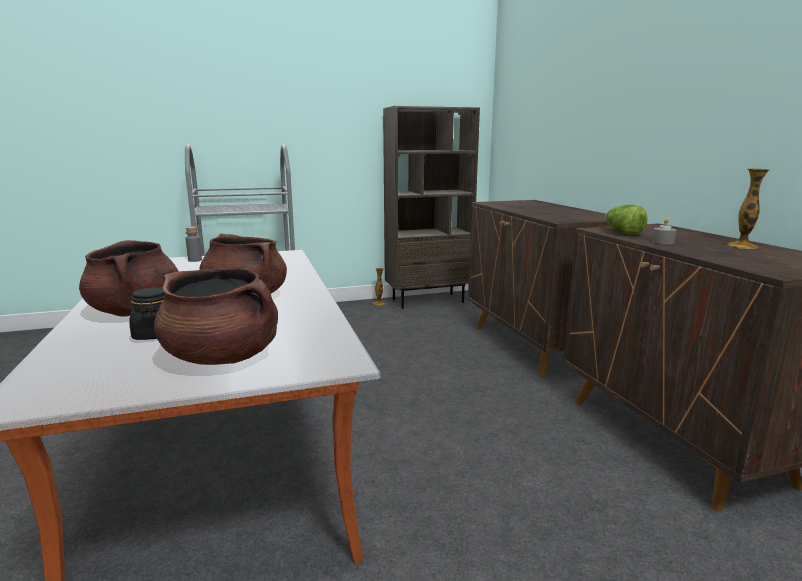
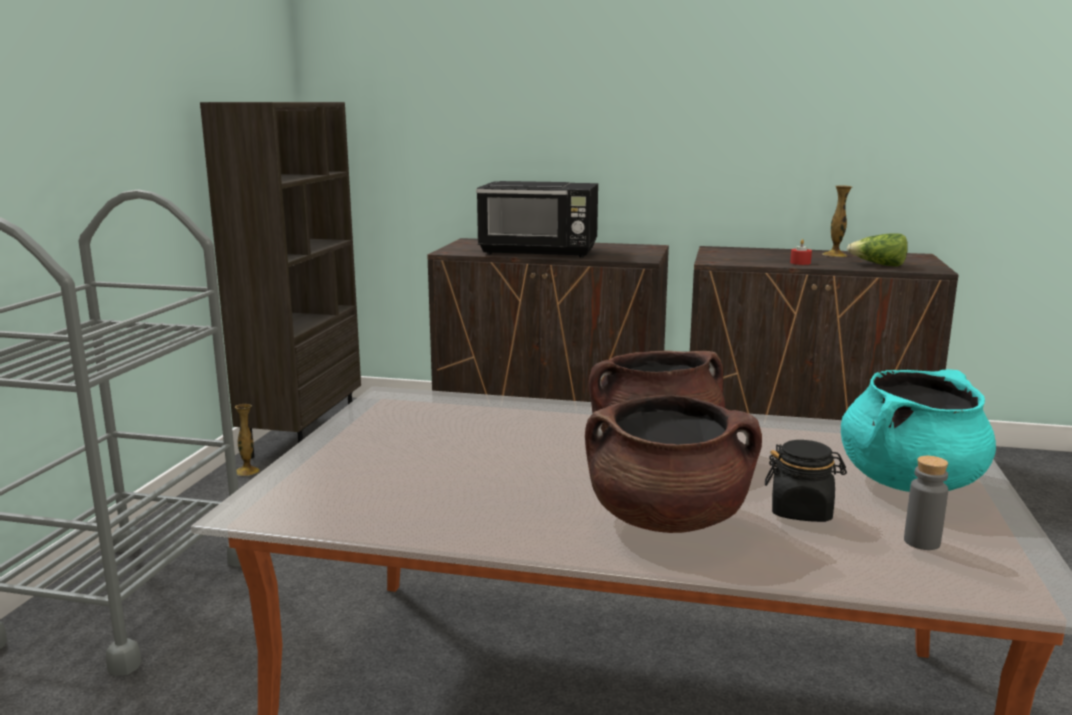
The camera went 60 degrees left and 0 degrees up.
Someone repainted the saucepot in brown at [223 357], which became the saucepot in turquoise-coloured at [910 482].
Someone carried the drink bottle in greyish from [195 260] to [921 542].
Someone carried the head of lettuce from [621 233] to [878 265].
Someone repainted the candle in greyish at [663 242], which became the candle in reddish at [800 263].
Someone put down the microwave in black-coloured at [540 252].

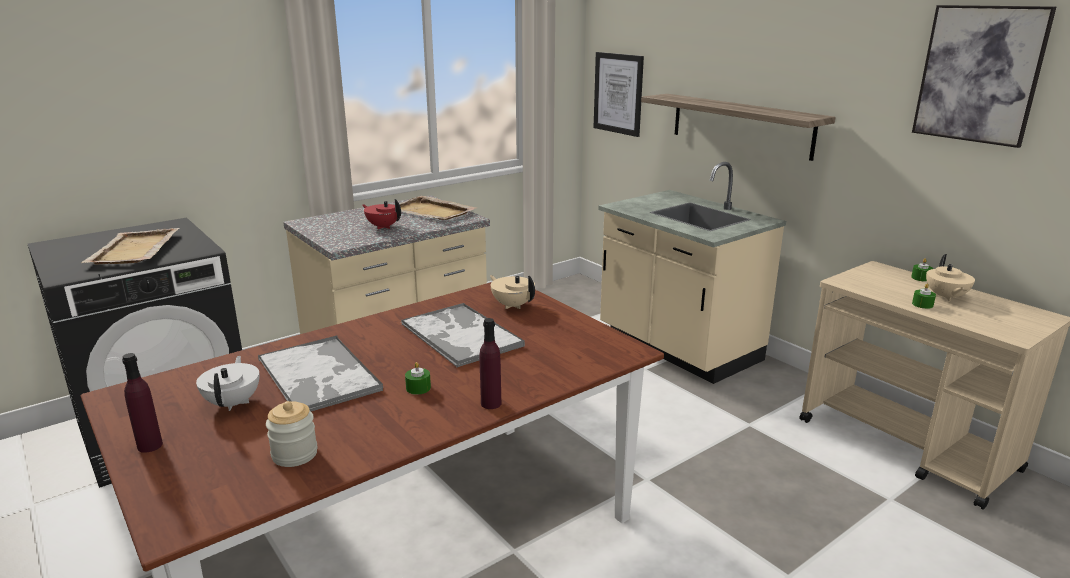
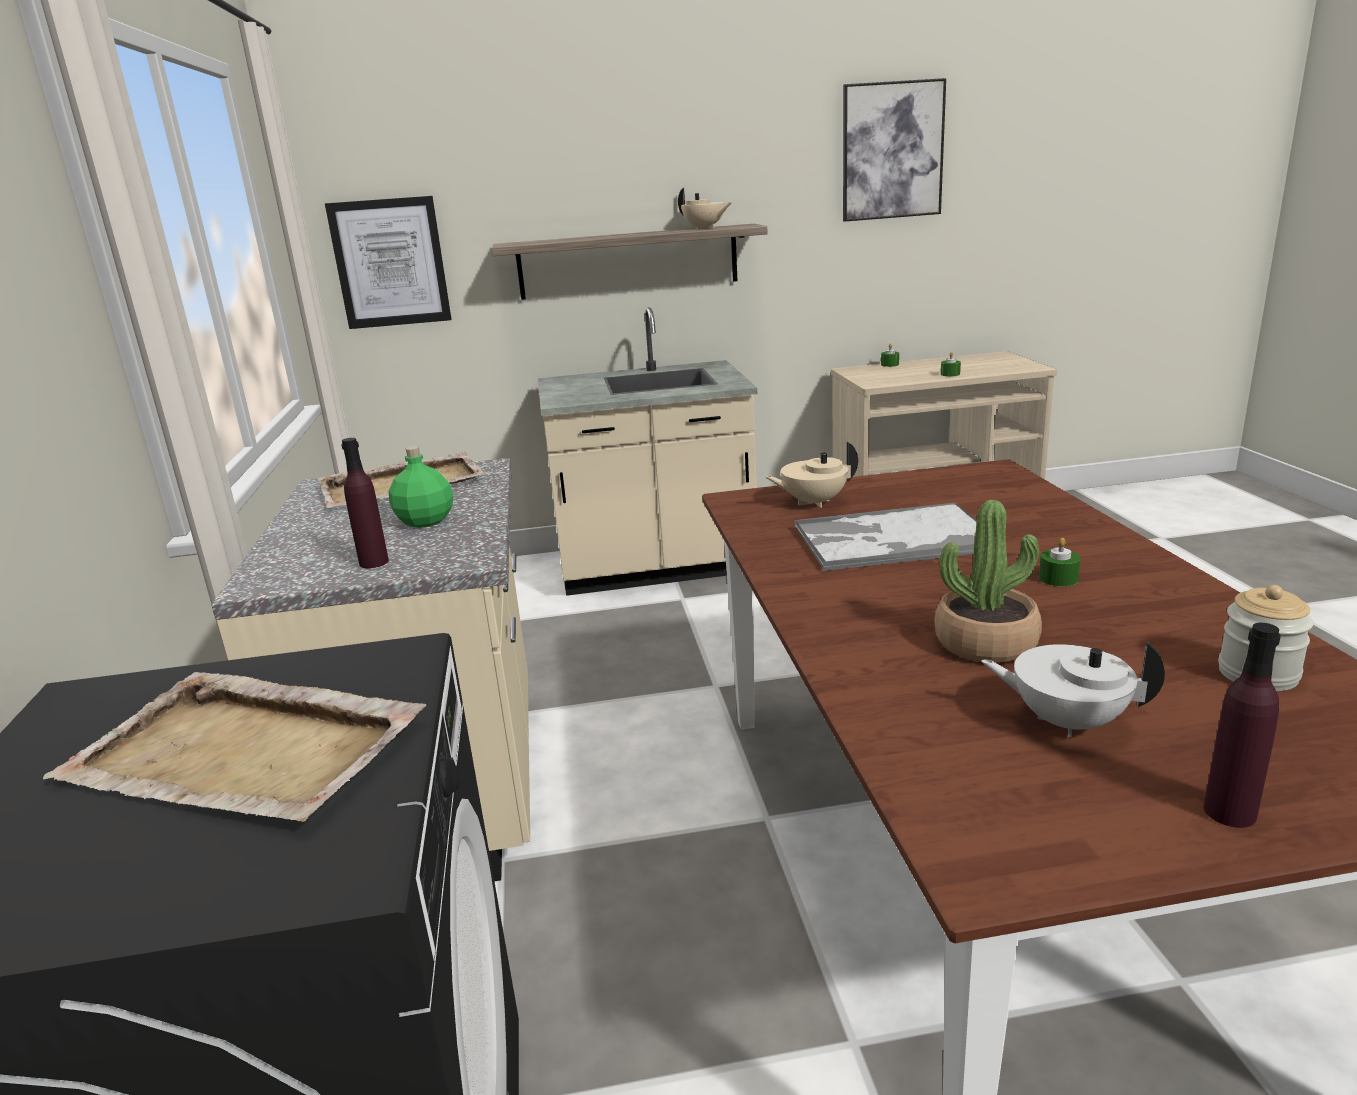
The camera went 60 degrees left and 0 degrees up.
Someone swapped the serving tray at [319 375] for the houseplant at [985 642].
Someone swapped the pot for tea in reddish at [383 227] for the drink bottle in green at [424 521].
Someone carried the drink bottle in purple from [491 403] to [374 562].
Someone carried the pot for tea in sand-coloured from [945 297] to [704 228].

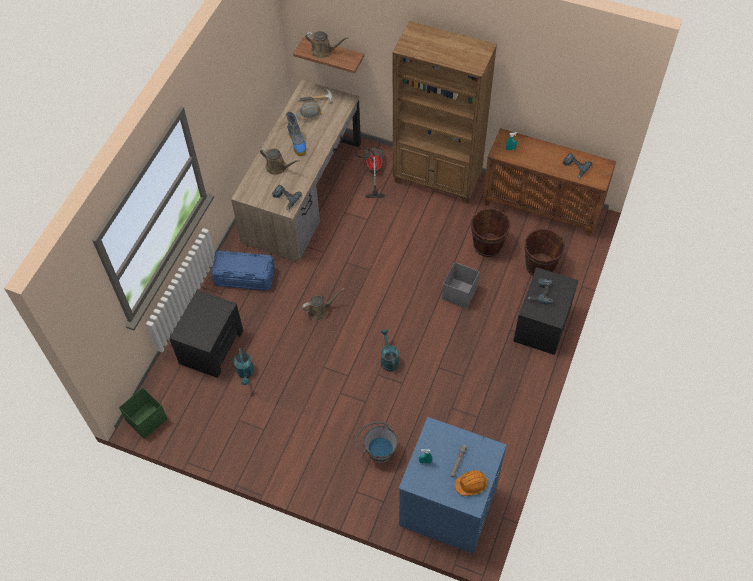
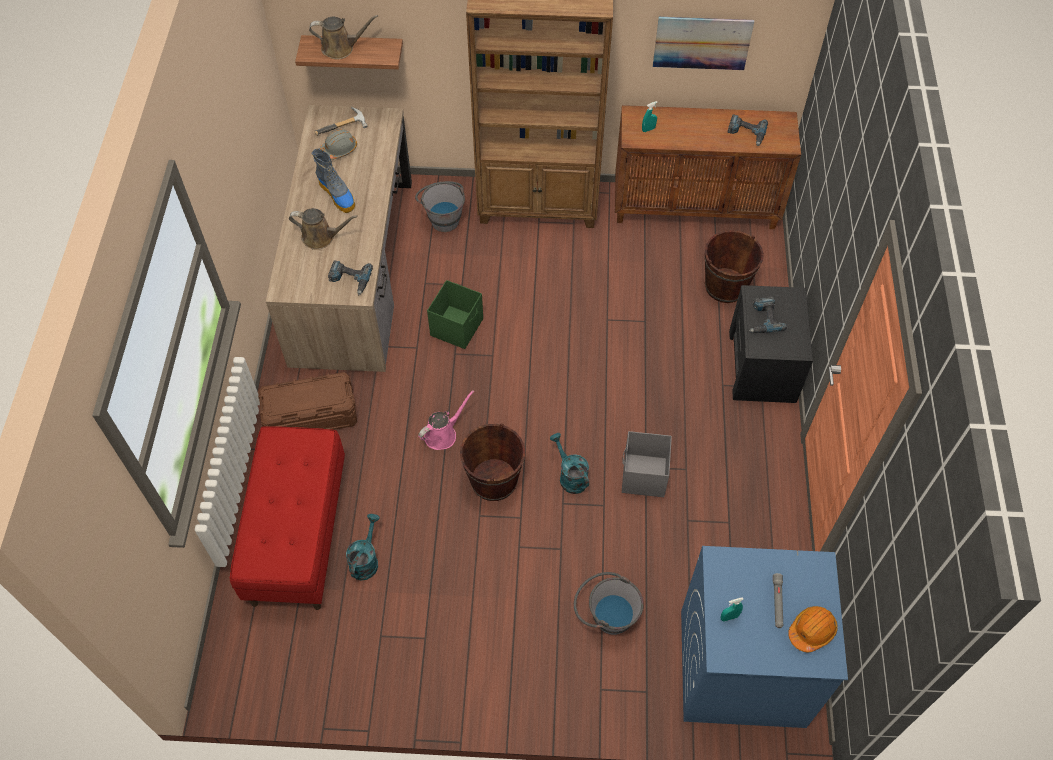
The camera went 20 degrees left and 0 degrees up.
Someone carried the storage container in green from [147 420] to [457 327].
Someone swapped the bedside table in black-coloured at [211 346] for the indoor bench in reddish at [298 534].
Someone repainted the storage container in bluish at [244 277], which became the storage container in brown at [311 416].
Someone rotated the sprinkling can in turquoise-coloured at [245 373] by 135 degrees counterclockwise.
Someone repainted the sprinkling can in brown at [320 311], which became the sprinkling can in pinkish at [443 434].
Someone swapped the vacuum at [372 171] for the water bucket in greyish at [443 217].
Someone carried the storage container in greyish from [459 294] to [643 476].
Someone carried the water bucket in brown from [487 245] to [494 480].
Someone put up the picture at [702 43].

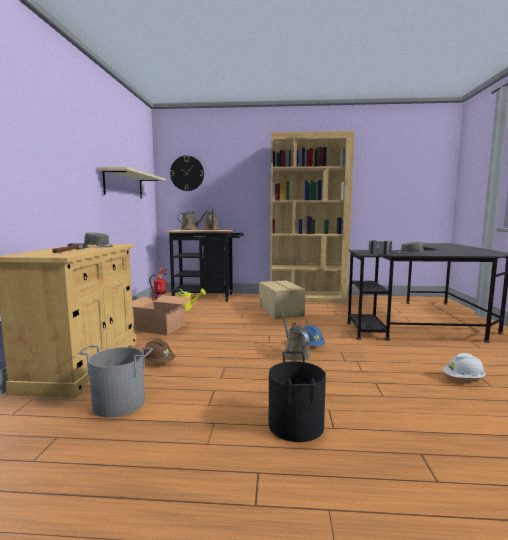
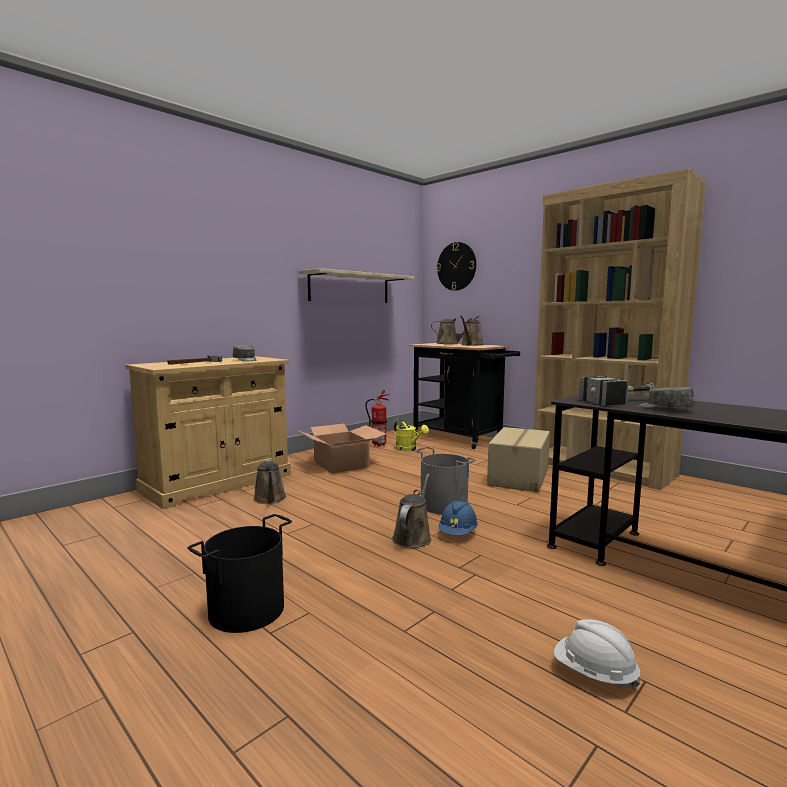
The camera went 40 degrees right and 0 degrees up.
Someone carried the water bucket in greyish from [119 403] to [444 505].
Someone swapped the hard hat in brown at [158 362] for the sprinkling can in brown at [270 499].

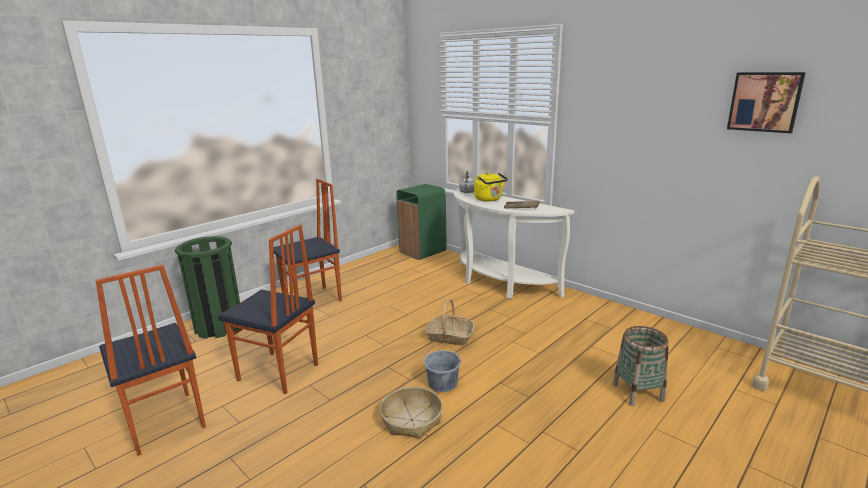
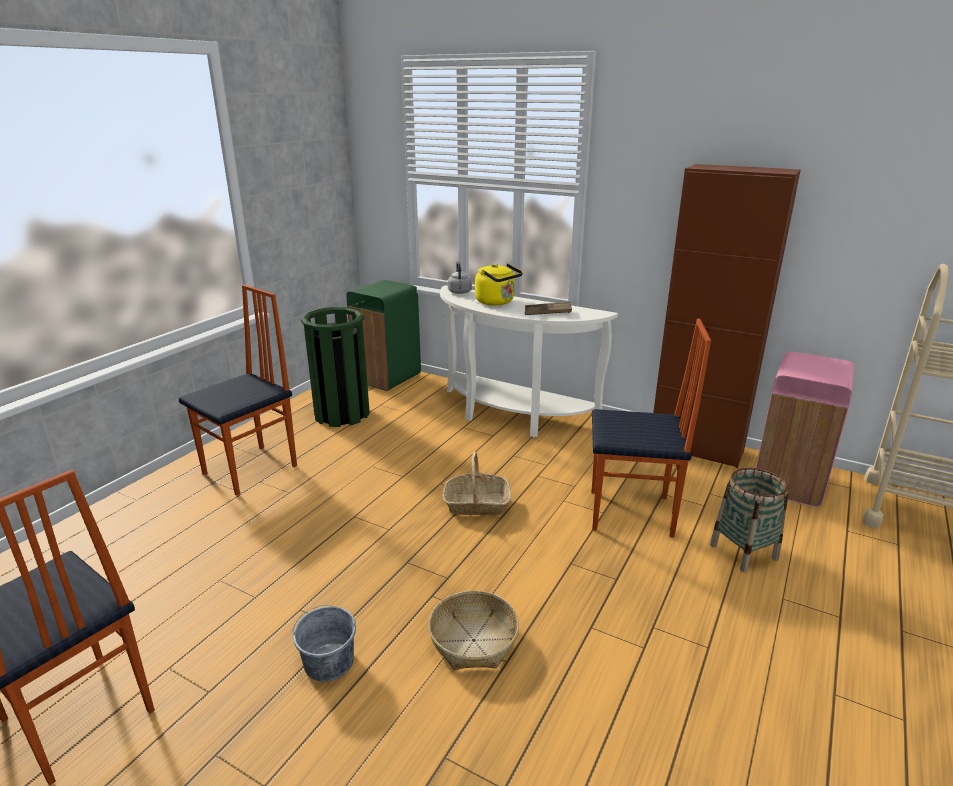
The camera went 15 degrees left and 5 degrees up.
Someone carried the rubbish bin in green from [219 326] to [342 414].
Someone carried the chair from [278 373] to [631 514].
Someone carried the water bucket in greyish from [443 383] to [329 662].
Someone took away the picture at [765 101].
Someone put down the cupboard in brown at [696 448].
Someone put down the rubbish bin in pinkish at [790 482].

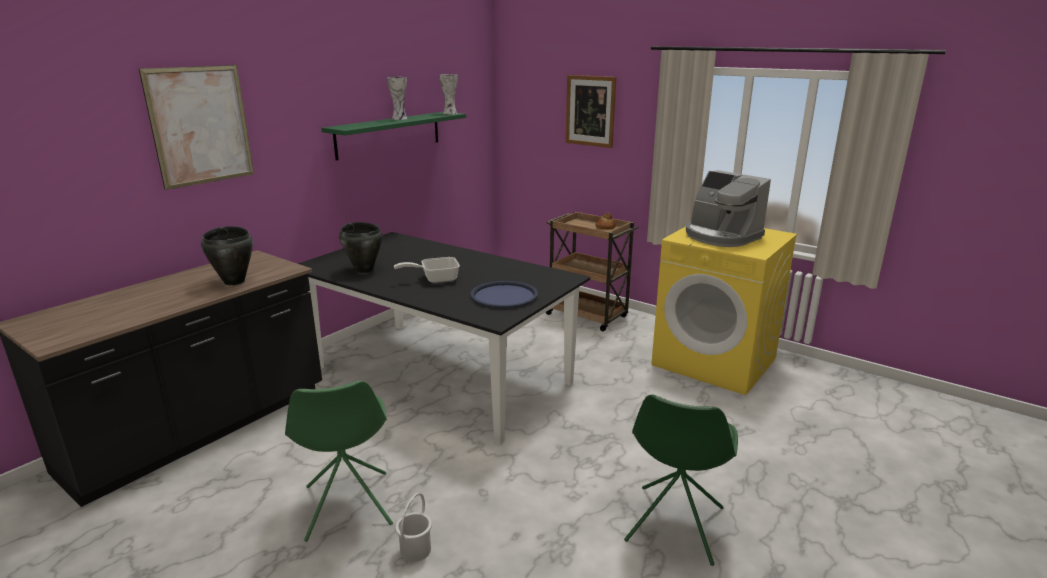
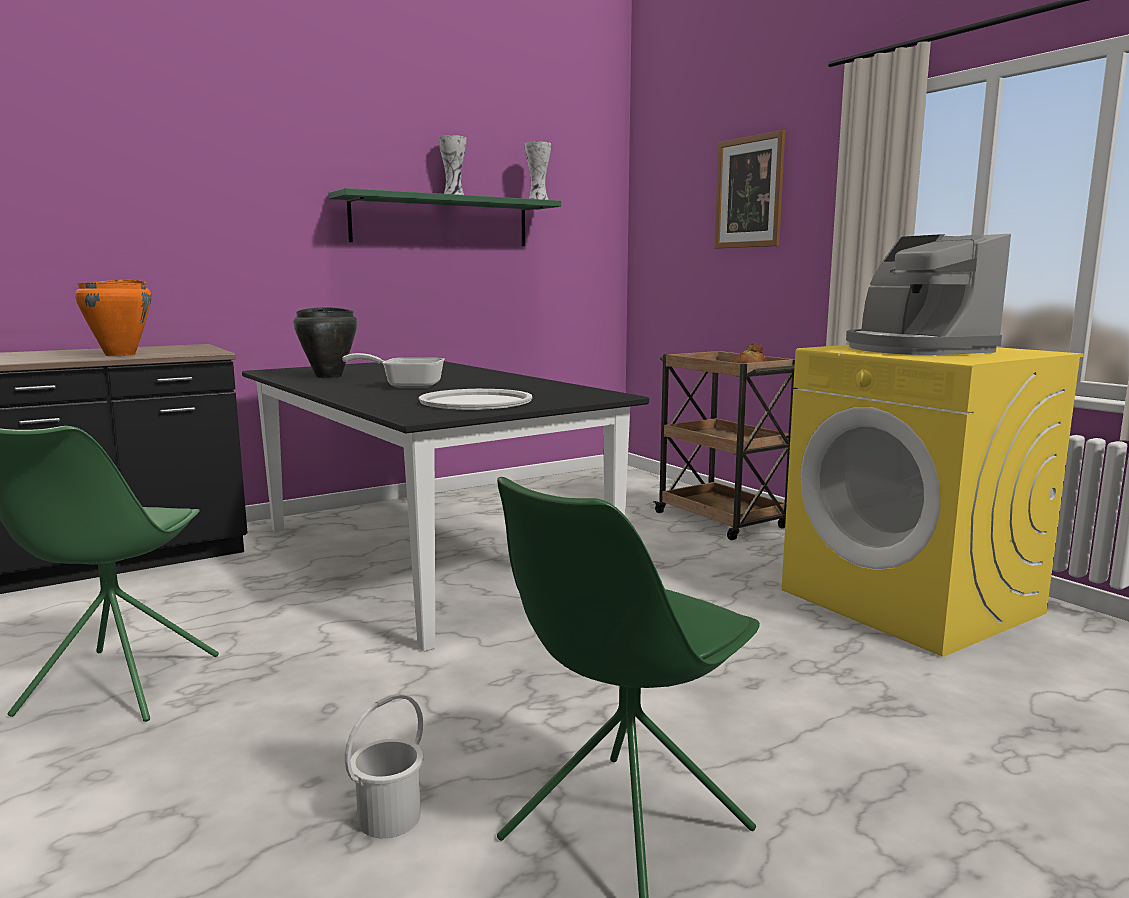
The camera went 20 degrees right and 10 degrees down.
Someone took away the picture at [201 125].
Someone repainted the saucepot in black-coloured at [234 281], which became the saucepot in orange at [121 355].
Someone carried the water bucket in white-coloured from [416 550] to [390 818].
Someone repainted the serving tray in bluish at [504 296], which became the serving tray in white-coloured at [475 401].

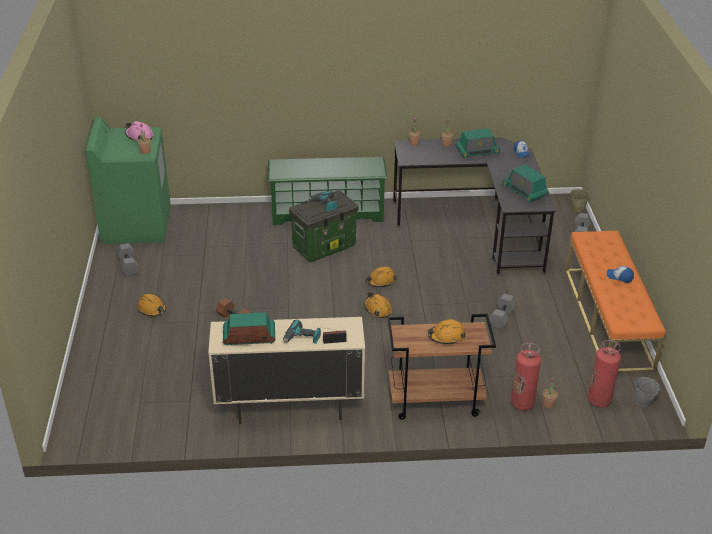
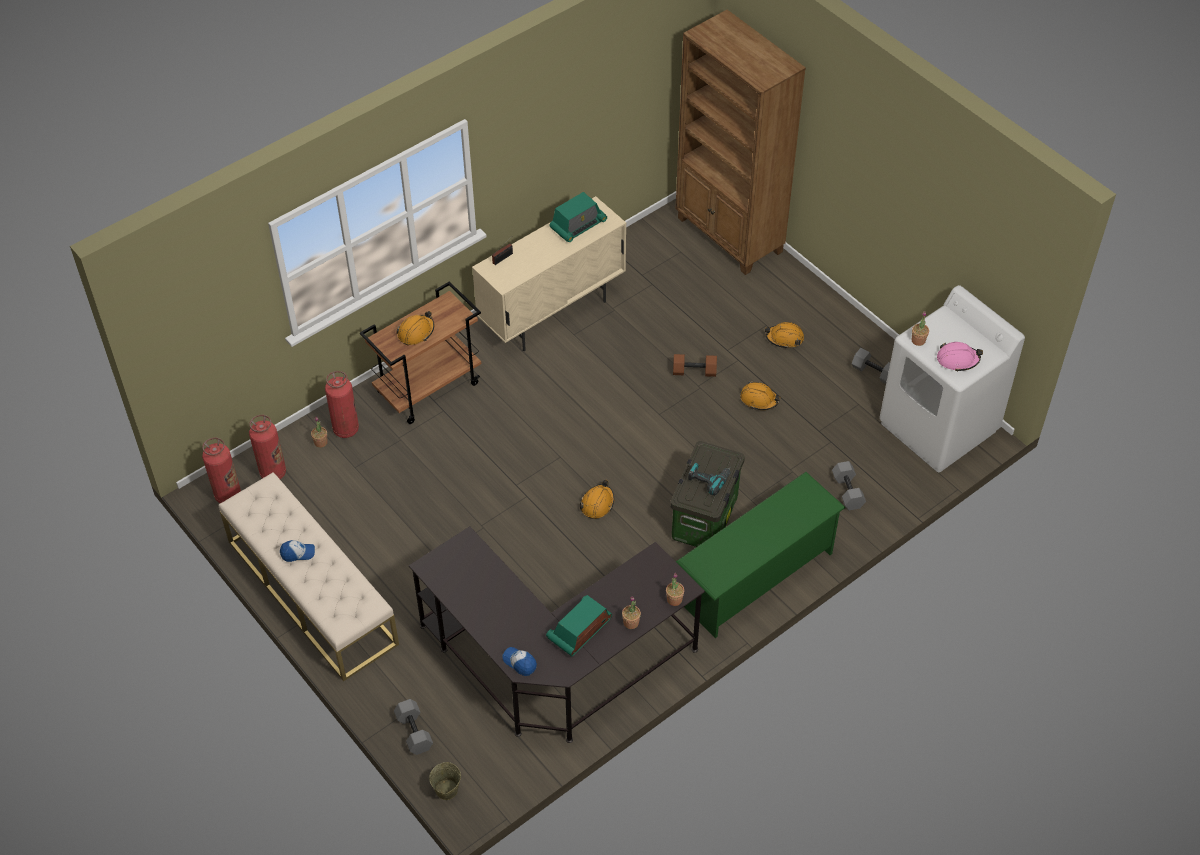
The camera went 145 degrees right and 15 degrees up.
Someone repainted the laundry machine in green at [136 225], which became the laundry machine in white-coloured at [938 427].
Someone took away the power drill at [302 338].
Someone carried the hard hat in orange from [377 309] to [759 399].
Someone carried the dumbbell in greyish from [502 318] to [846 491].
Someone took away the radio at [524 191].
Someone repainted the indoor bench in orange at [608 318], which became the indoor bench in sand-coloured at [311 592].
Someone swapped the water bucket in greyish at [643 401] for the fire extinguisher at [228 495].
Someone put down the bookshelf in brown at [729 236].

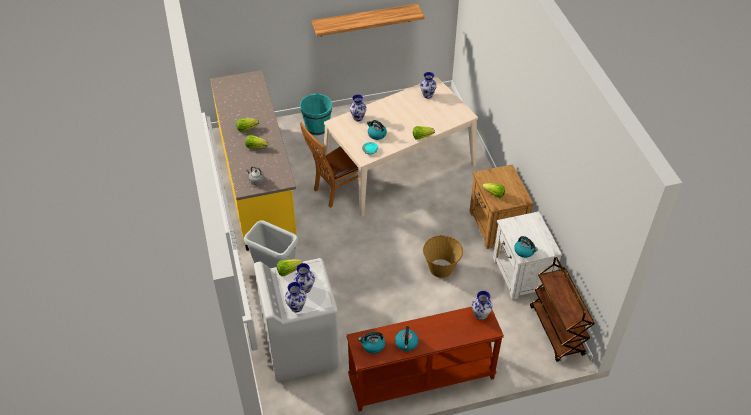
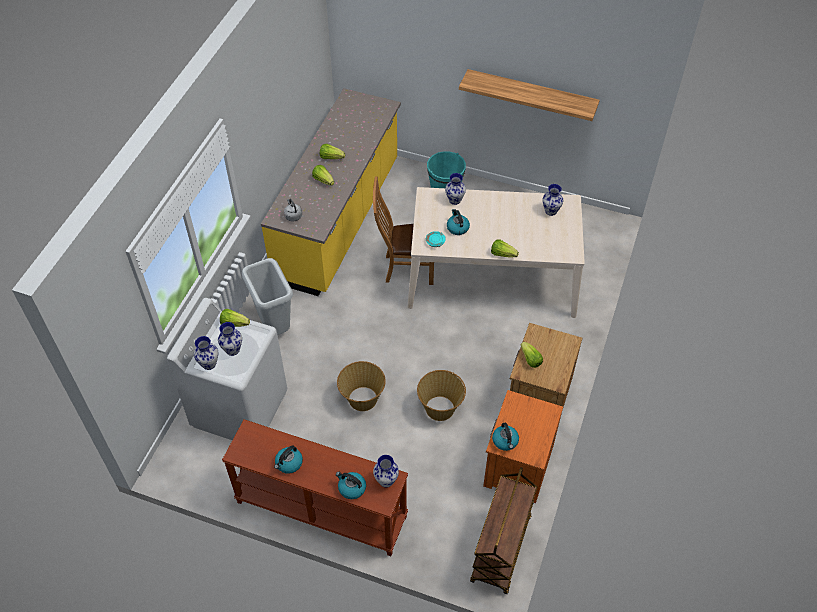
The camera went 35 degrees right and 5 degrees up.
Someone carried the water kettle from [373 345] to [351 488].
Someone repainted the bedside table in white-coloured at [521 275], which became the bedside table in orange at [517 466].
Someone put down the storage basket at [362 399].

